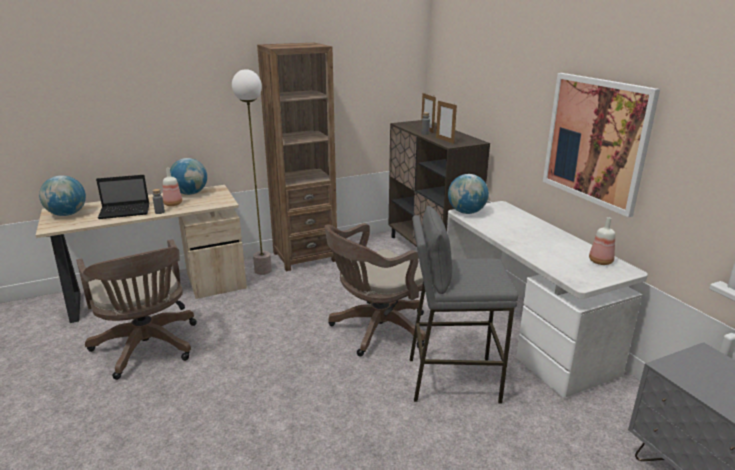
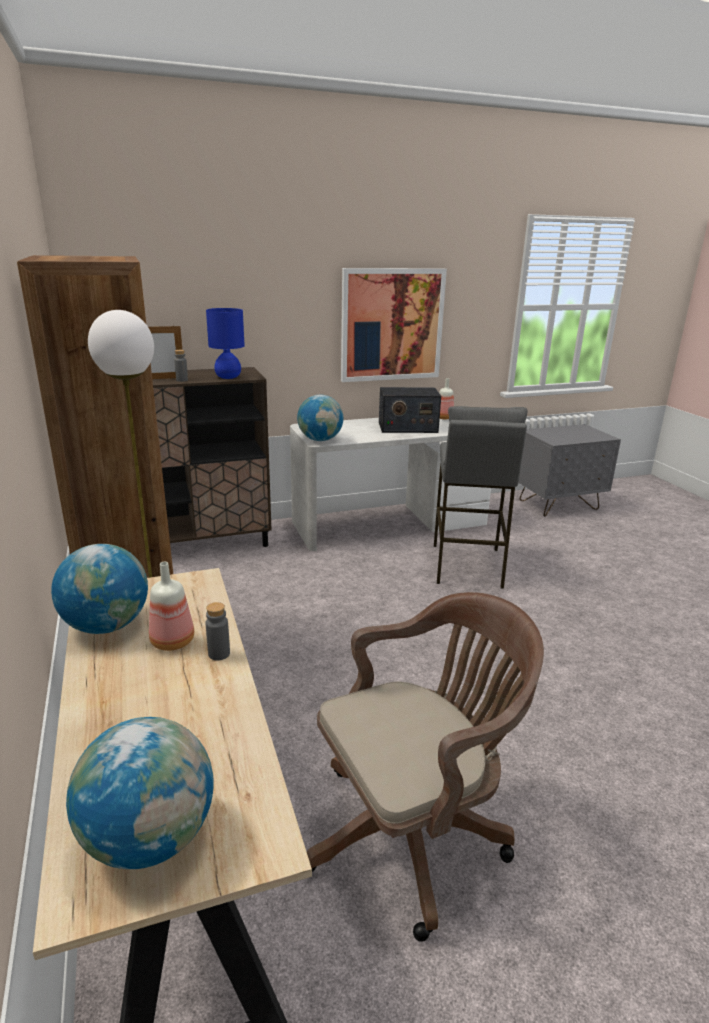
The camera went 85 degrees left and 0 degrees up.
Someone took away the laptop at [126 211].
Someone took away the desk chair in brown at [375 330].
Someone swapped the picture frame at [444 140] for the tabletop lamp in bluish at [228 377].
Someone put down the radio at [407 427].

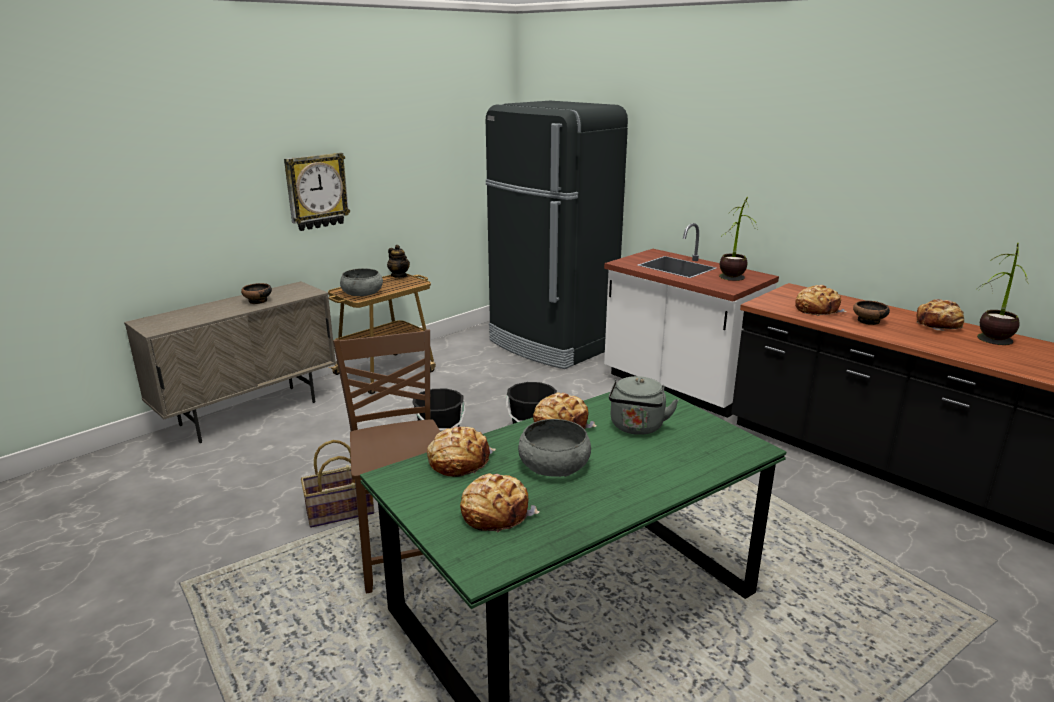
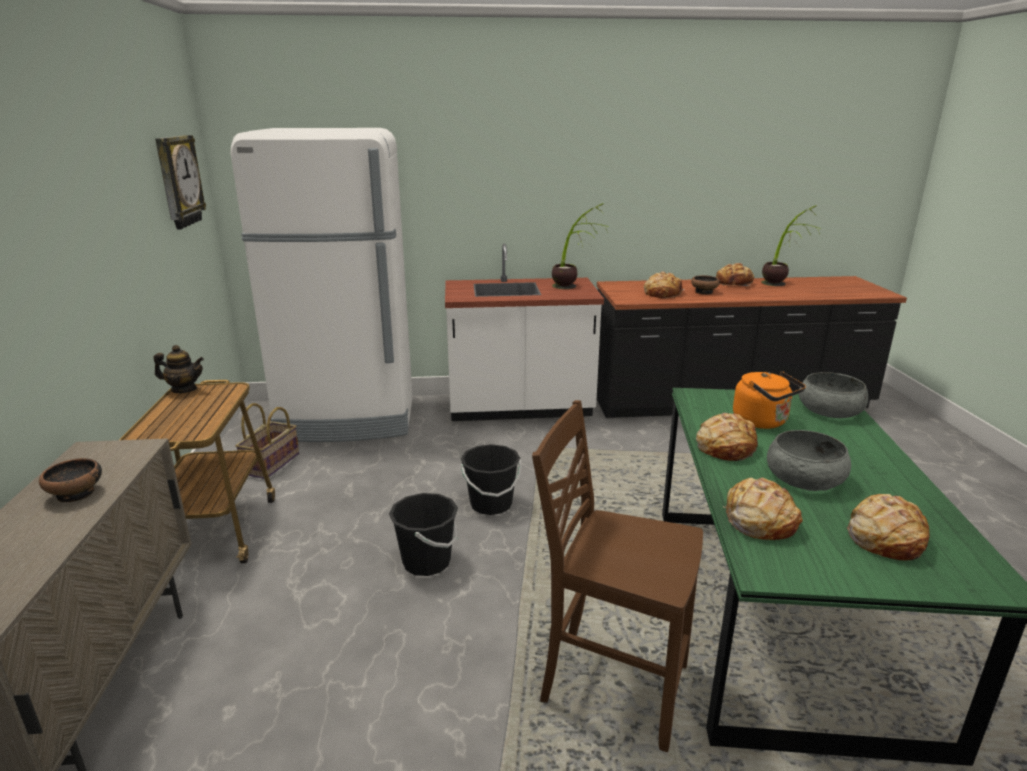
The camera went 50 degrees left and 0 degrees up.
Someone carried the clock on the wall from [316 191] to [178 181].
Someone carried the storage basket from [340 512] to [272 464].
Someone carried the serving bowl in greyish from [362 292] to [829 410].
Someone repainted the refrigerator in black-coloured at [551 345], which became the refrigerator in white-coloured at [349 419].
Someone repainted the water kettle in greyish at [637 427], which became the water kettle in orange at [763 422].

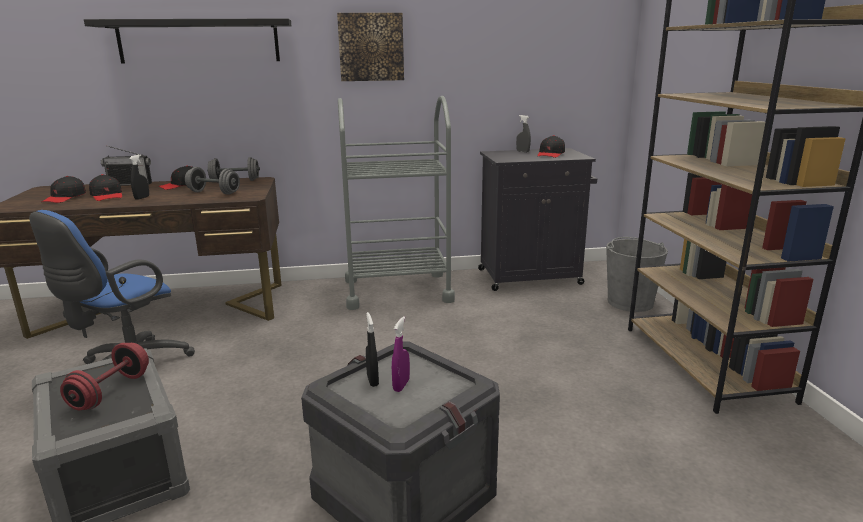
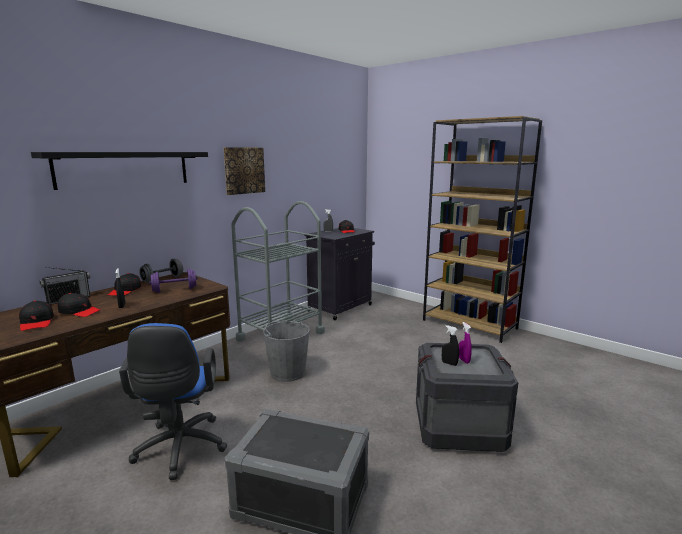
The camera went 40 degrees left and 5 degrees down.
Someone took away the dumbbell in reddish at [110 392].
Someone repainted the dumbbell in greyish at [214 193], which became the dumbbell in purple at [174 290].
Someone carried the water bucket in greyish from [630 302] to [287 372].

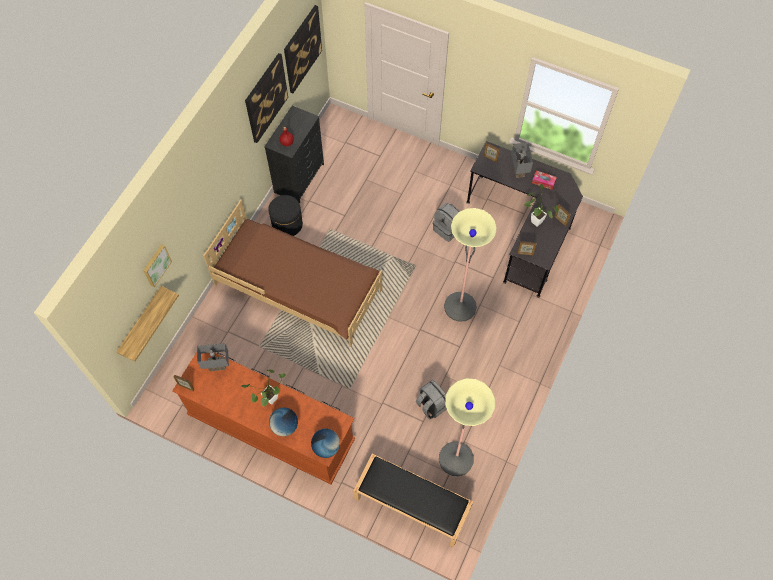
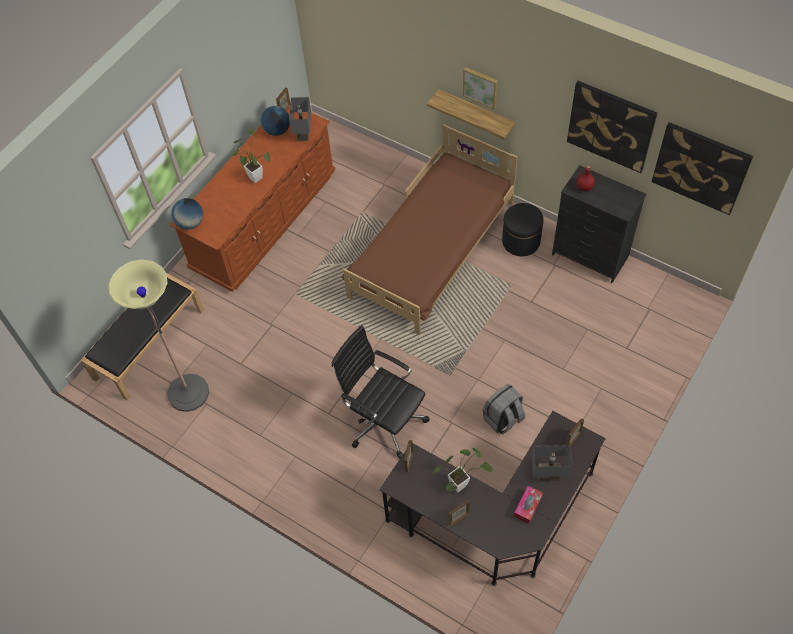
The camera went 100 degrees right and 5 degrees down.
Someone carried the shelf from [141 322] to [476 113].
Someone carried the picture from [156 265] to [481 86].
Someone carried the world globe from [285 426] to [277 130].
Someone took away the knapsack in greyish at [431 405].
Someone swapped the standard lamp at [460 307] for the desk chair in black-coloured at [384 420].

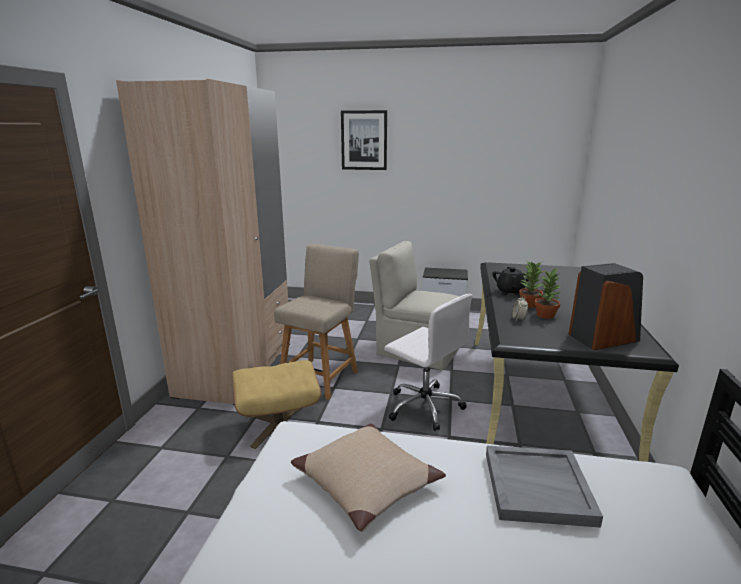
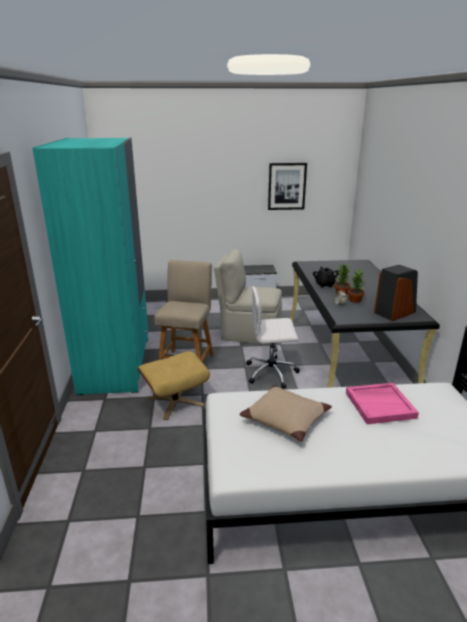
The camera went 15 degrees left and 5 degrees up.
Someone repainted the wardrobe in sand-coloured at [237 368], which became the wardrobe in turquoise-coloured at [116 364].
Someone carried the picture from [364 140] to [287 186].
Someone rotated the desk chair in white-coloured at [423 406] by 150 degrees clockwise.
Someone repainted the serving tray in greyish at [538 487], which became the serving tray in pinkish at [380 404].

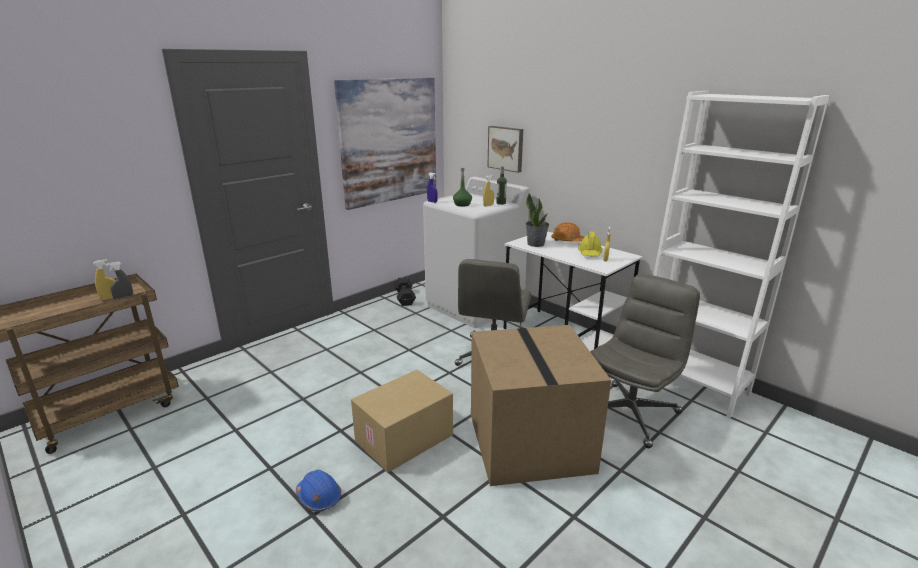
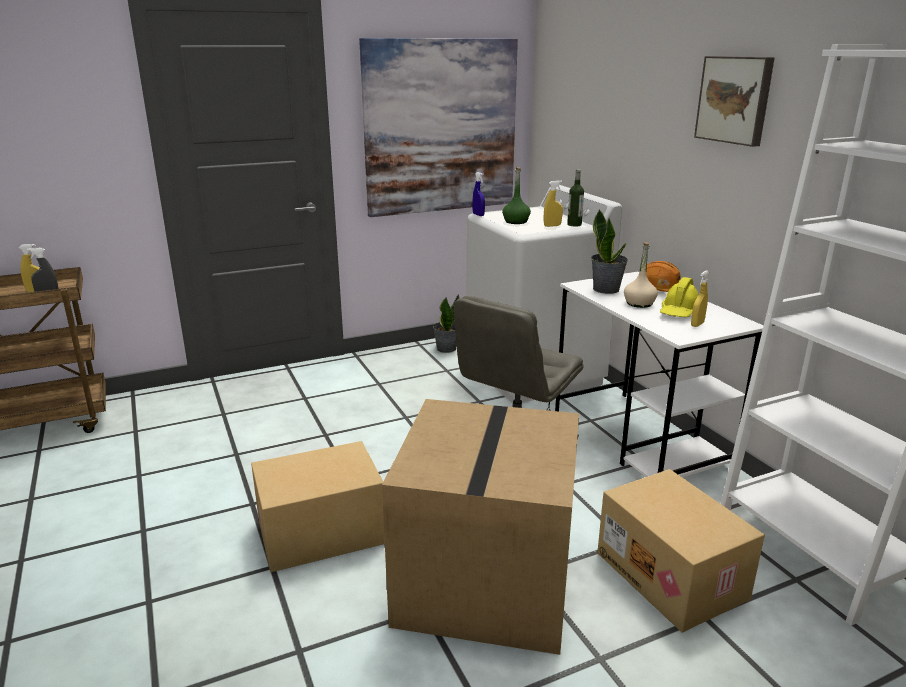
The camera went 20 degrees right and 0 degrees up.
Someone took away the hard hat in bluish at [319 497].
Someone swapped the dumbbell in black-coloured at [405 298] for the houseplant at [446 348].
Someone carried the picture from [506 148] to [735 99].
Someone swapped the desk chair in greyish at [630 413] for the packing box at [673 575].
Someone put down the drink bottle in sand-coloured at [639 303].

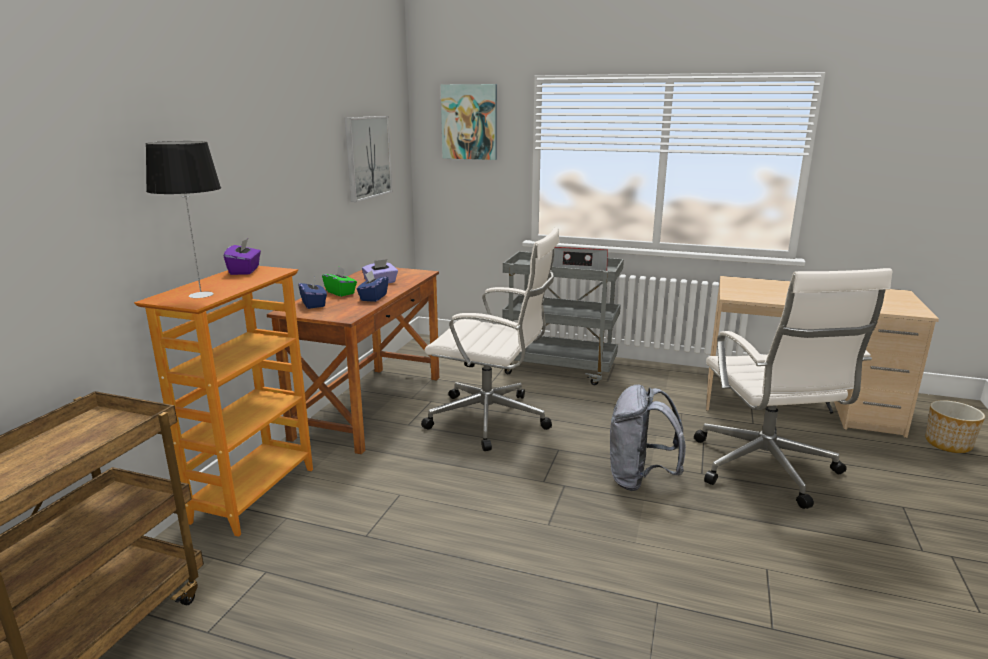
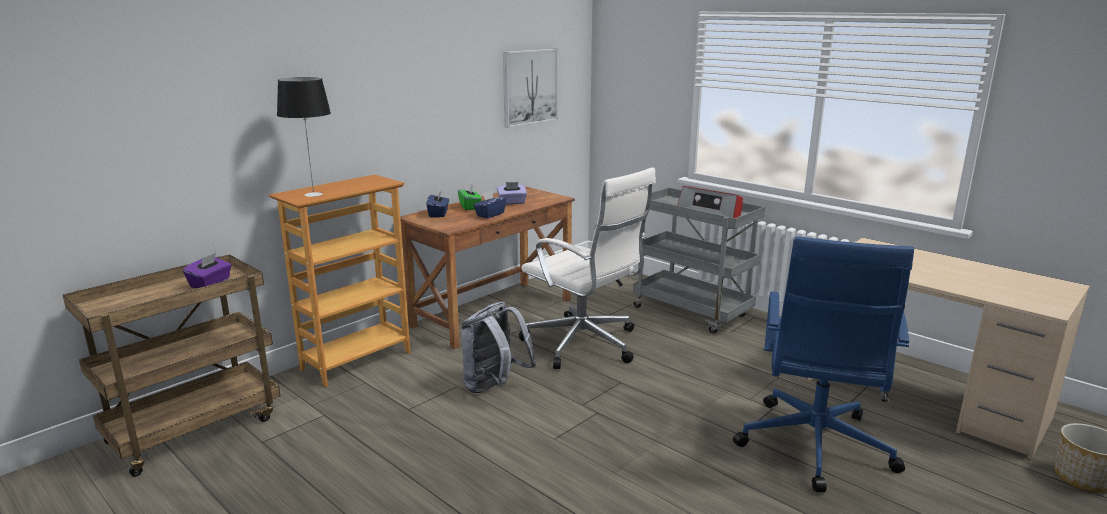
The camera went 25 degrees right and 0 degrees up.
Someone carried the tissue box in purple from [245 271] to [210 283].
Someone took away the picture at [469 122].
Someone carried the knapsack in greyish from [639 479] to [494 387].
Someone repainted the desk chair in white-coloured at [765 469], which became the desk chair in bluish at [814 447].

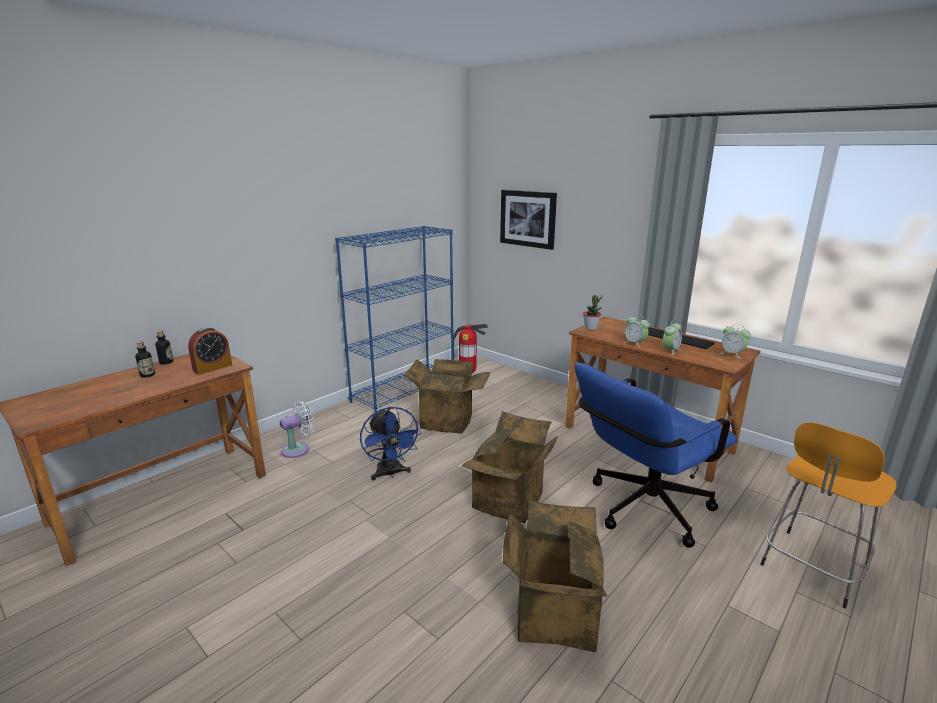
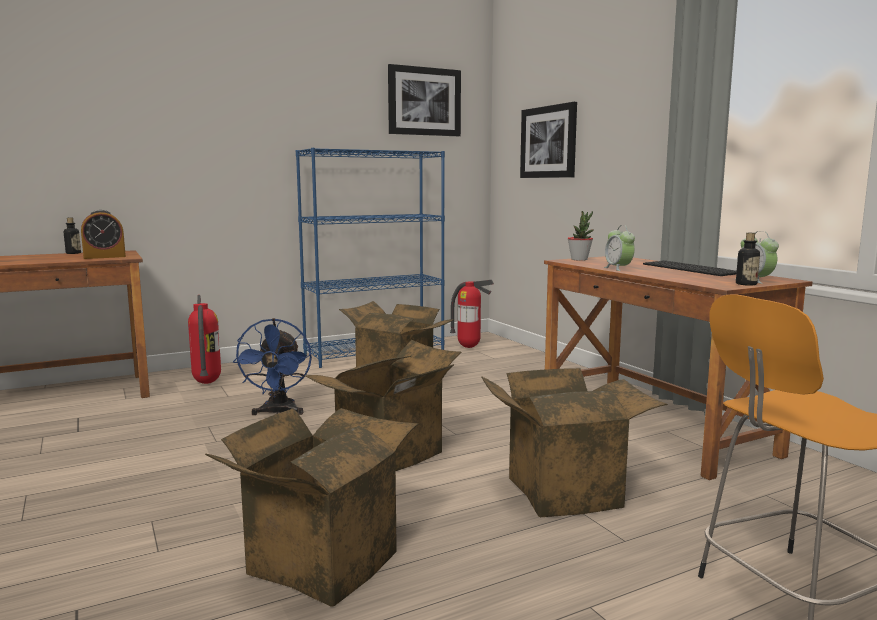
The camera went 20 degrees right and 10 degrees down.
Someone carried the drink bottle from [147 375] to [746 284].
Someone swapped the cooling fan in white-coloured at [298 449] for the fire extinguisher at [206 383].
Someone swapped the desk chair in bluish at [641 510] for the packing box at [564 490].
Someone took away the bedside clock at [670 351].
Someone put up the picture at [424 101].

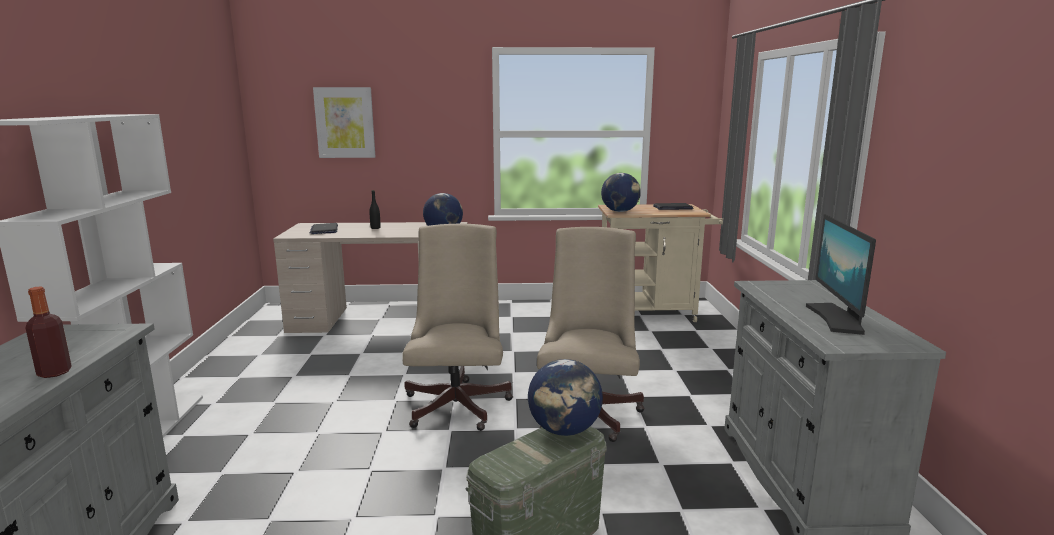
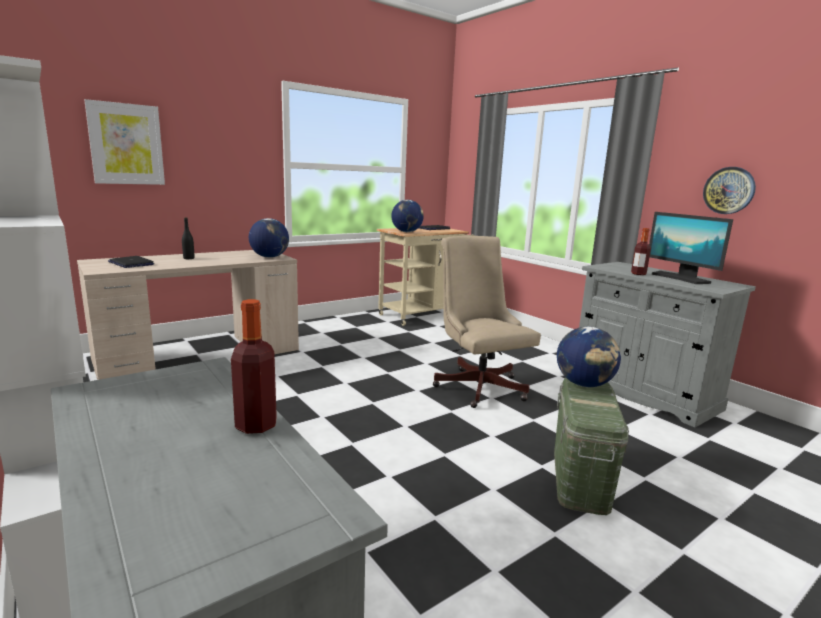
The camera went 35 degrees left and 0 degrees up.
Someone took away the desk chair in sand-coloured at [458 402].
Someone put down the drink bottle at [638 274].
Someone put up the clock on the wall at [729 190].

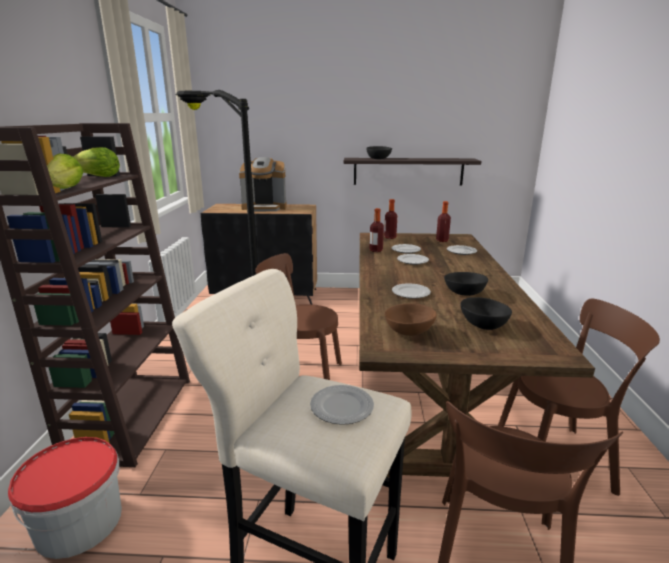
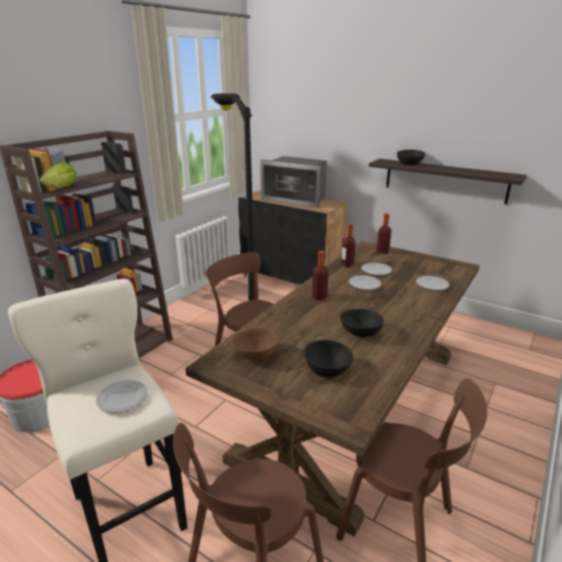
The camera went 30 degrees right and 5 degrees up.
Someone took away the head of lettuce at [99 177].
Someone swapped the coffee machine at [265 208] for the microwave at [296 199].
Someone took away the dinner plate at [411 293].
Someone carried the drink bottle from [442 240] to [319 297].

